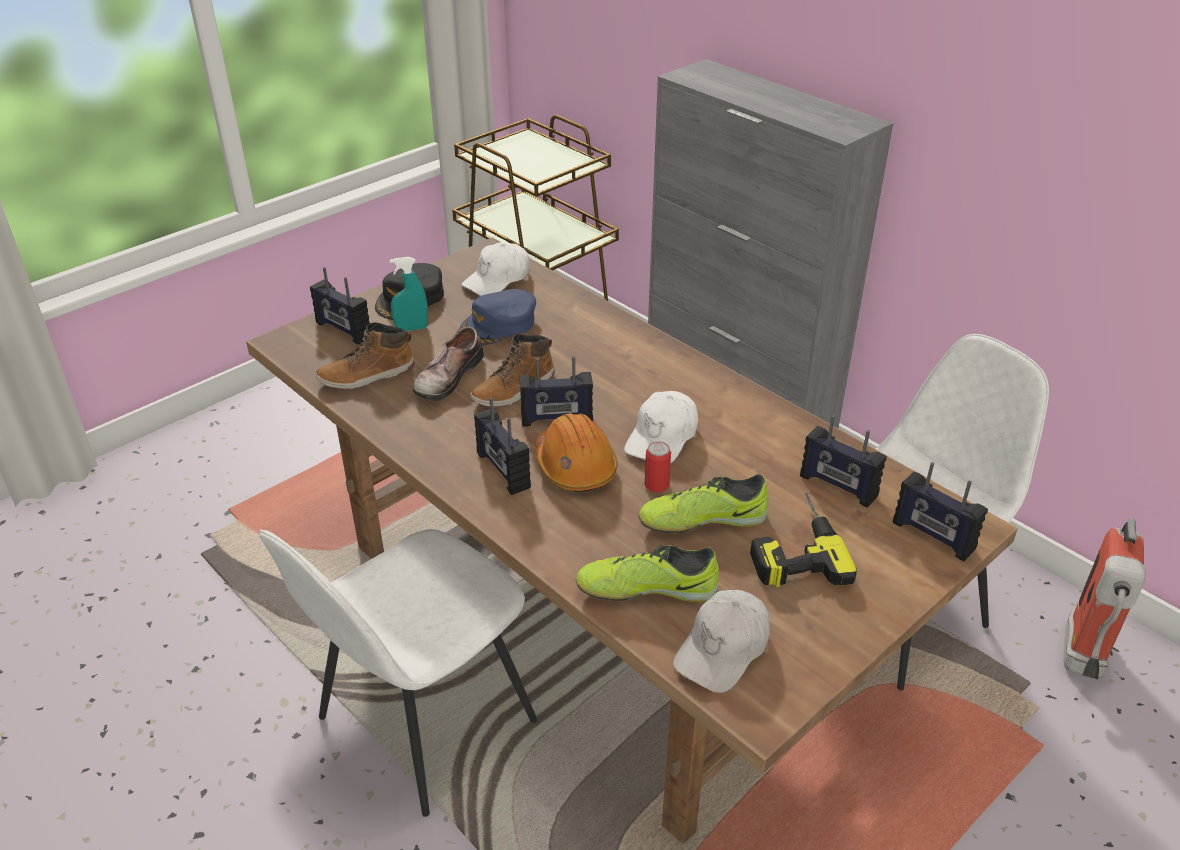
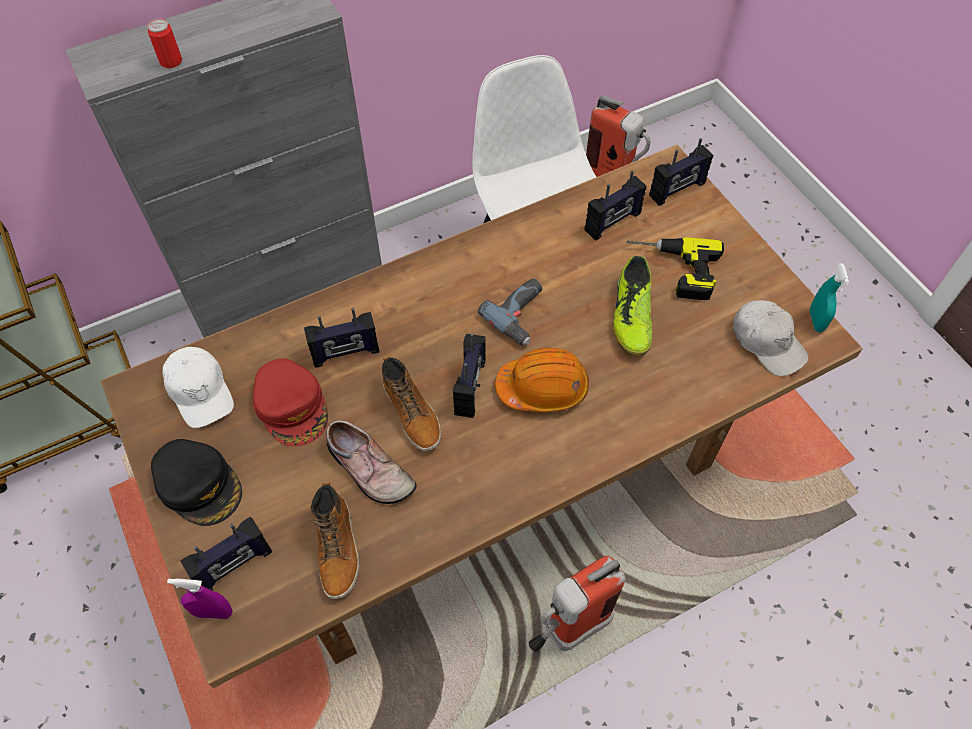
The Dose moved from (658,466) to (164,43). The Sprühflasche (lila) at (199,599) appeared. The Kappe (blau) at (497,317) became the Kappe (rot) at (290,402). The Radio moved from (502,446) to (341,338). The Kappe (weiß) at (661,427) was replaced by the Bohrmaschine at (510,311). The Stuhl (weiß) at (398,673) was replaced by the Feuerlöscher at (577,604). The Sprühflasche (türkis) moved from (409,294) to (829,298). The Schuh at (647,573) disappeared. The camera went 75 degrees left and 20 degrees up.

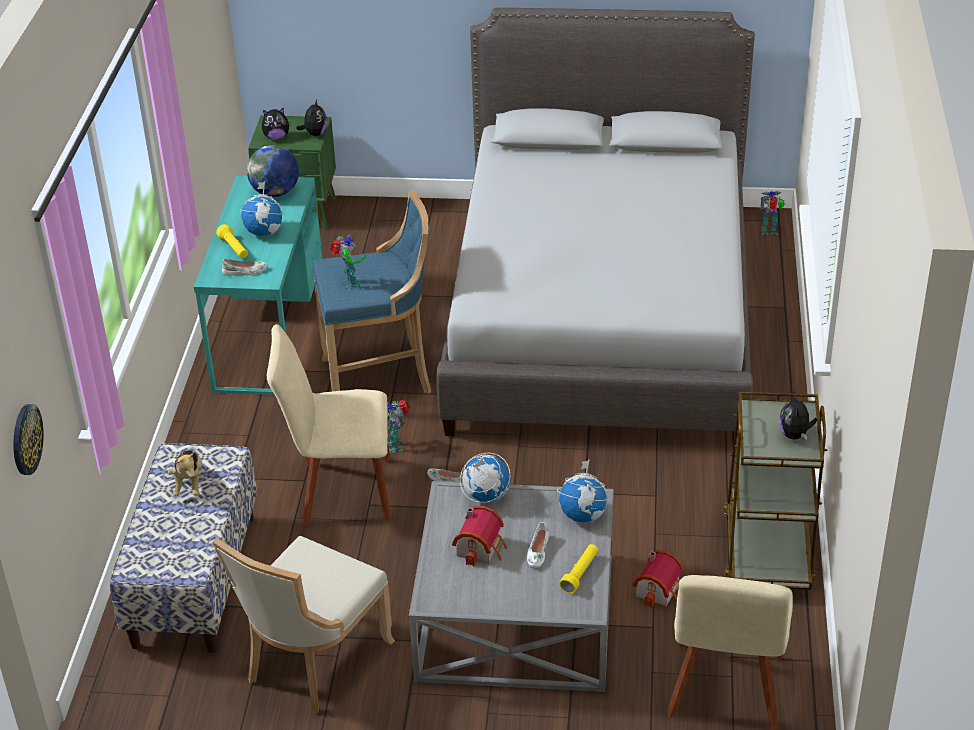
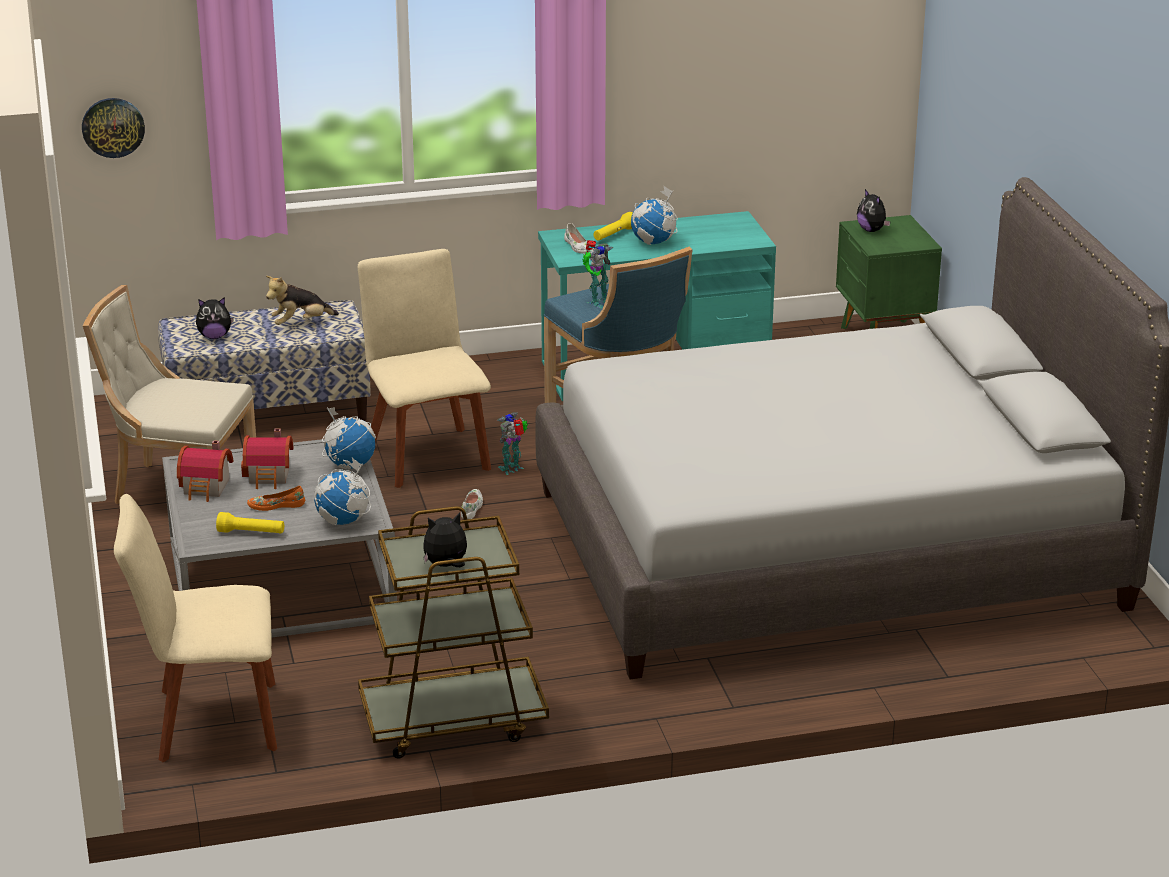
The Spielzeughaus moved from (658,579) to (205,471). The Plüschtier moved from (311,118) to (215,318). The Schuh (weiß) at (537,544) became the Schuh (orange) at (276,498). The Globus at (273,171) disappeared. The Spielzeugroboter at (772,213) disappeared. The camera went 70 degrees right and 10 degrees down.

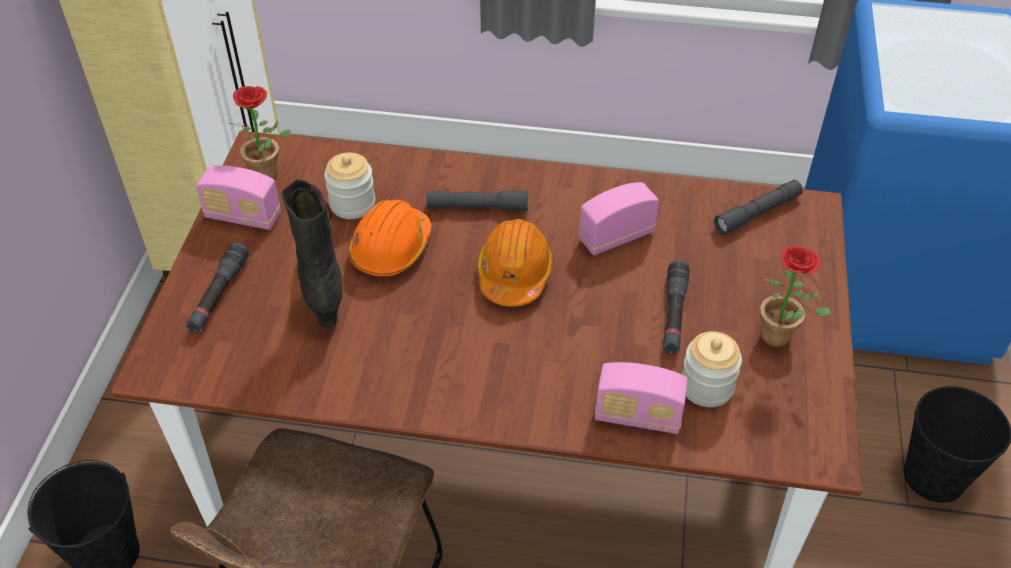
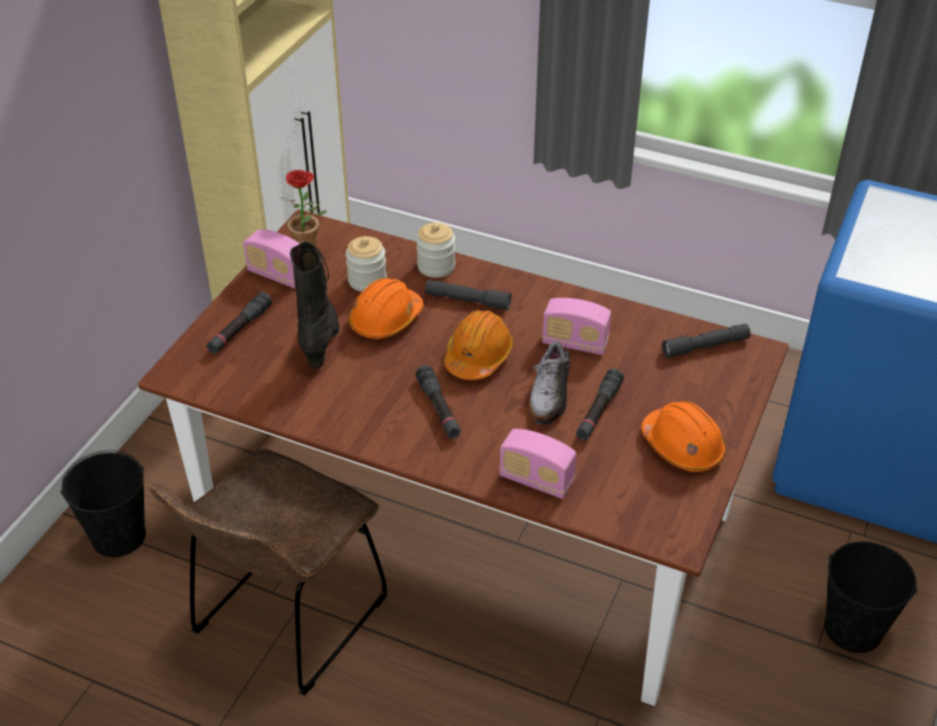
The Taschenlampe (schwarz) at (438,402) appeared. The Vorratsglas moved from (712,369) to (436,250). The Schuh at (550,382) appeared. The Radio at (619,218) turned 150 degrees counterclockwise. The Topfpflanze at (795,296) was replaced by the Schutzhelm (orange) at (683,436). The camera went 15 degrees right and 5 degrees down.

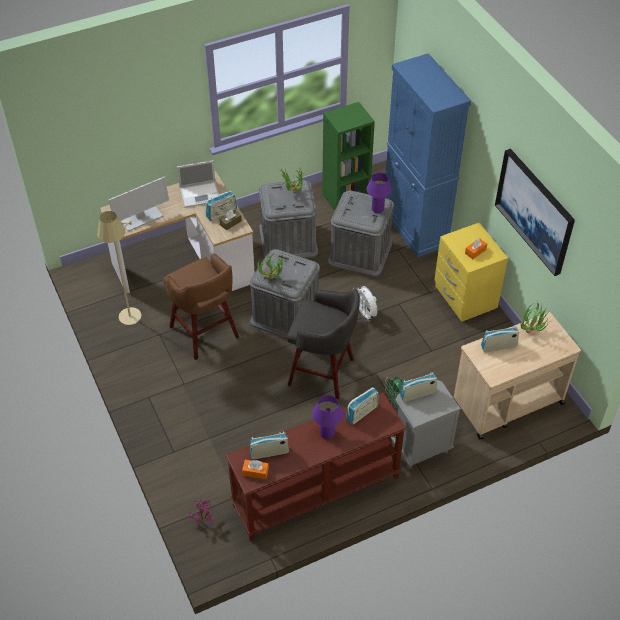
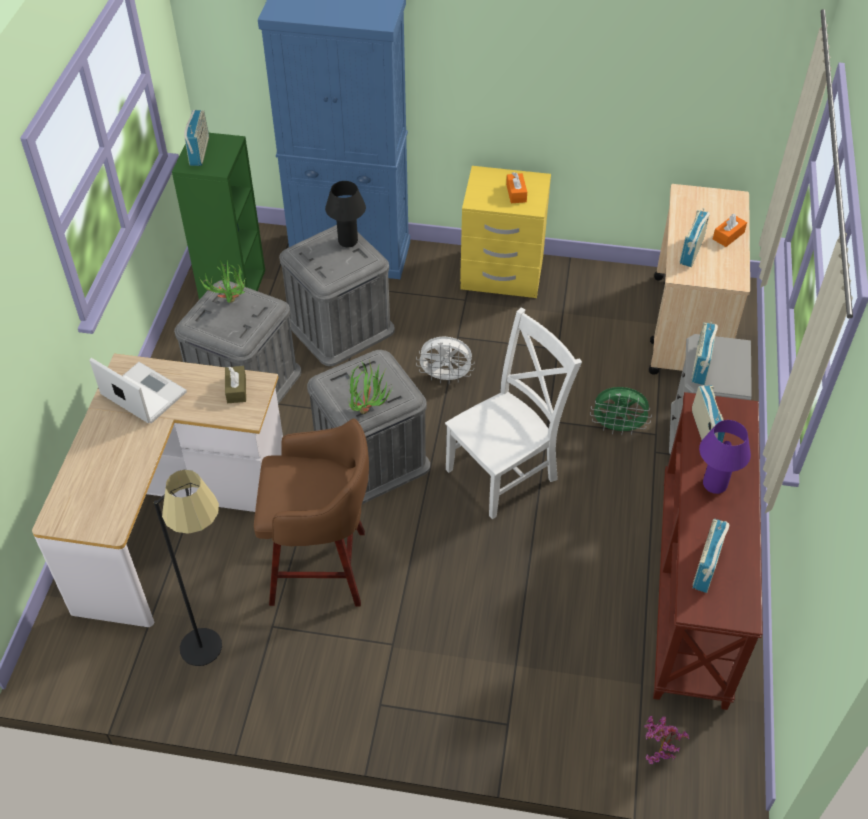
The Laptop at (198,184) turned 75 degrees counterclockwise. The Stehlampe (beige) at (119,268) became the Stehlampe (schwarz) at (188,568). The Radio moved from (221,206) to (196,138). The Tischlampe (lila) at (379,193) became the Tischlampe (schwarz) at (345,214). The Hocker (grau) at (323,344) was replaced by the Stuhl (weiß) at (513,413). The Taschentuchbox (orange) moved from (255,469) to (730,230). The Monitor at (138,204) disappeared. The Bild at (535,212) disappeared. The Topfpflanze at (536,317) disappeared. The camera went 55 degrees left and 0 degrees up.

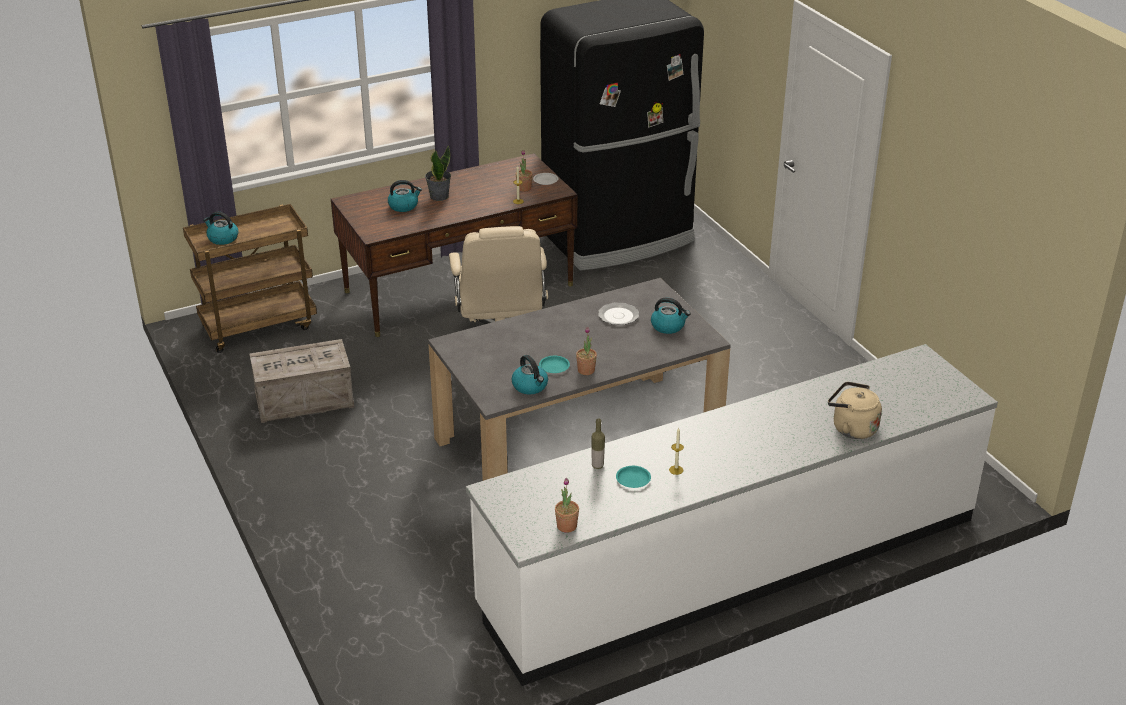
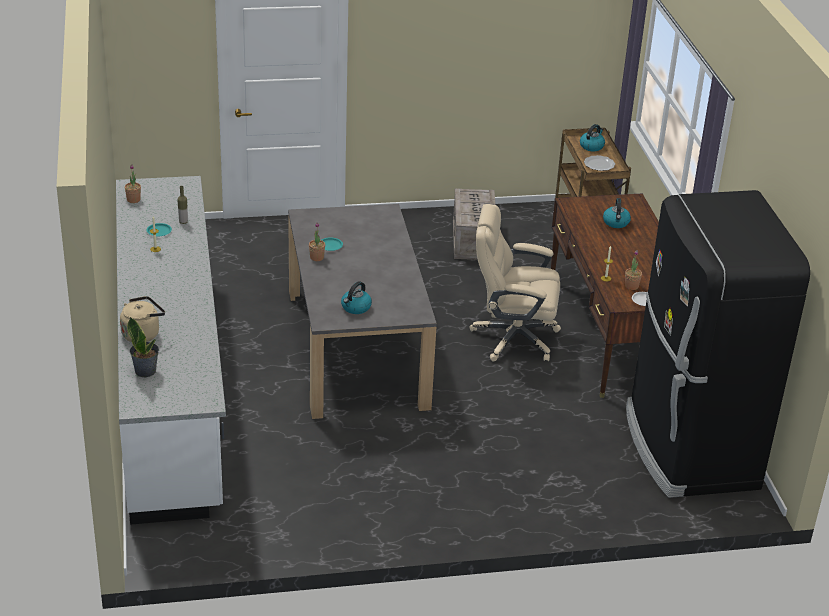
The Topfpflanze moved from (438,173) to (143,347). The Teller moved from (618,313) to (599,163). The Wasserkessel at (529,374) disappeared. The camera went 105 degrees right and 0 degrees up.

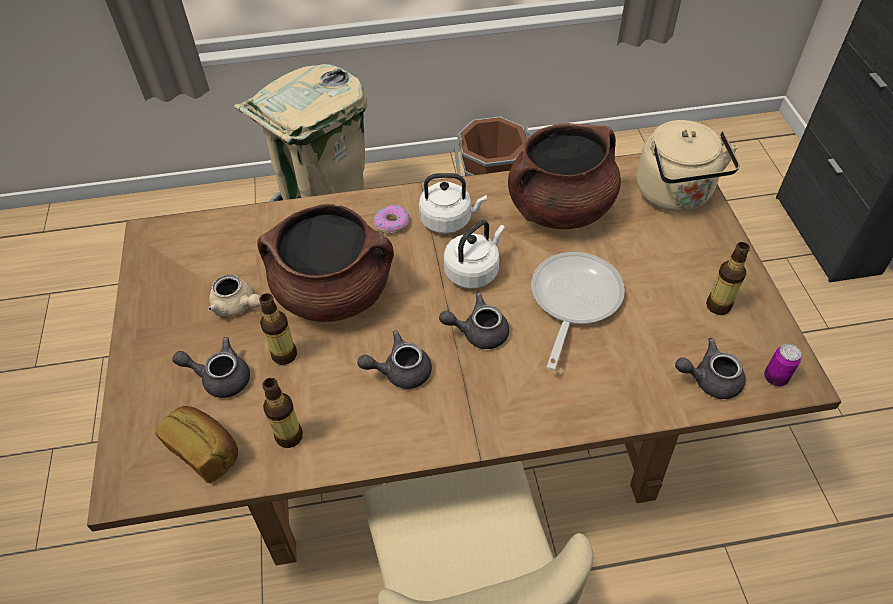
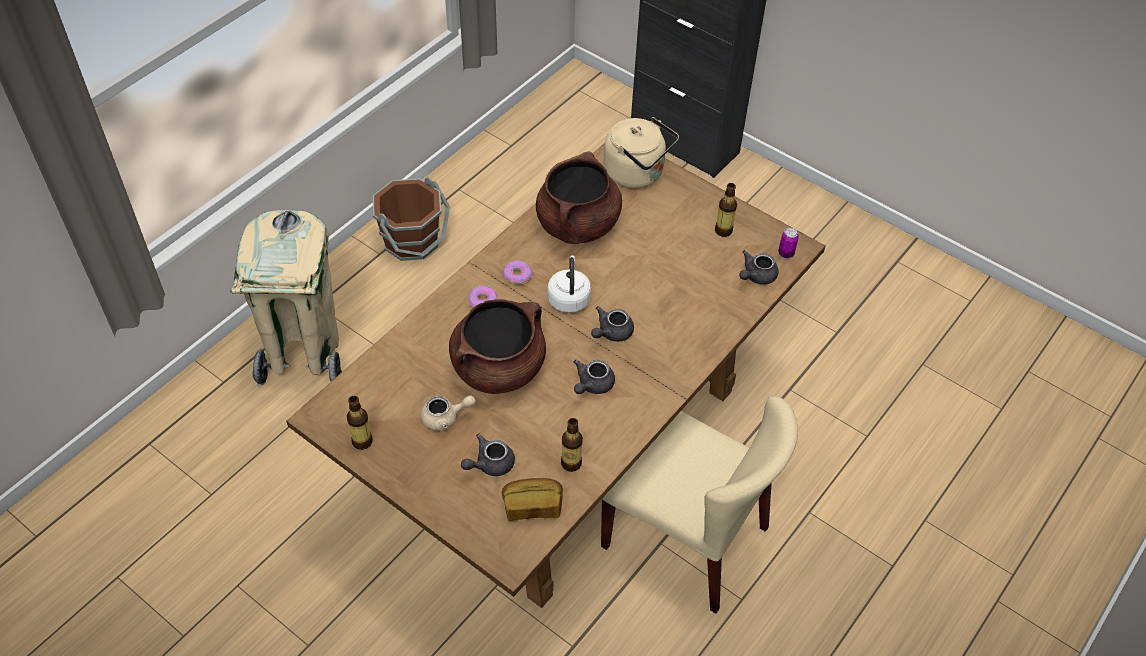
The Flasche moved from (278,329) to (360,423). The Wasserkessel (weiß) at (453,203) was replaced by the Donut at (517,272). The Pfanne at (578,311) disappeared. The camera went 45 degrees left and 0 degrees up.

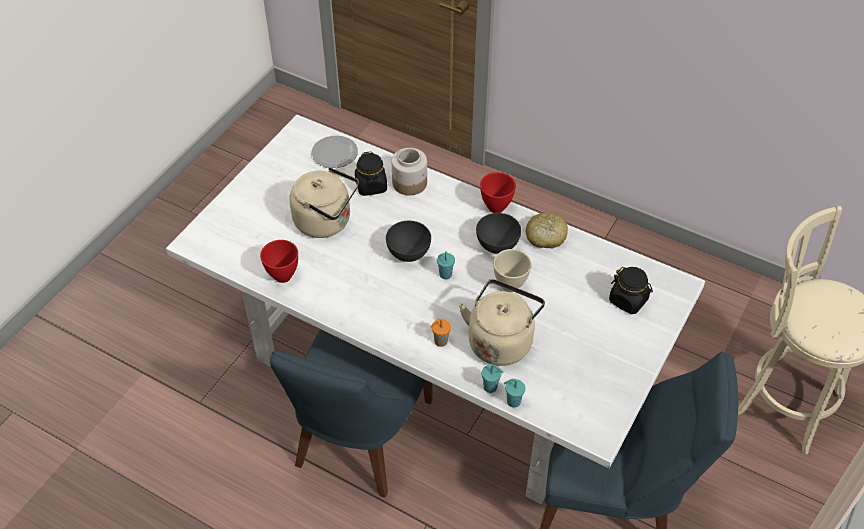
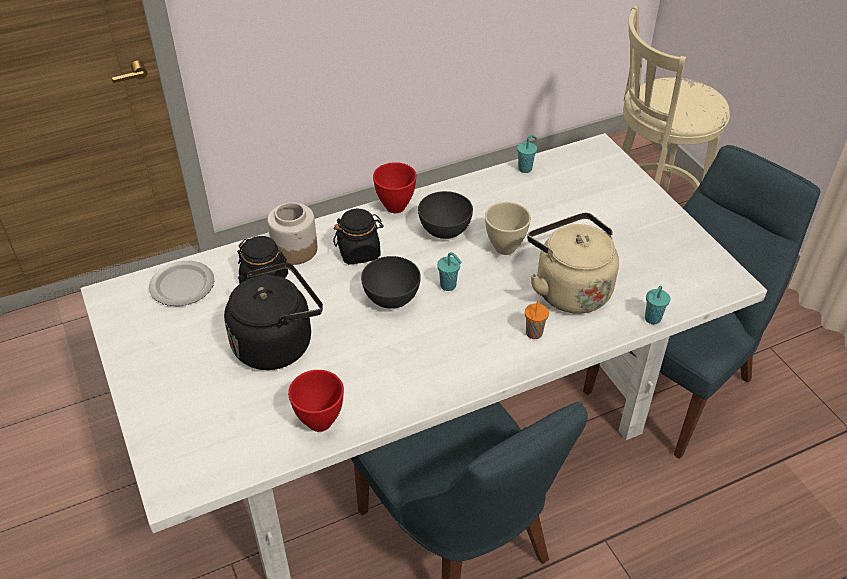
The Wasserkessel (beige) at (324,202) became the Wasserkessel (schwarz) at (273,316). The Vorratsglas (schwarz) moved from (631,290) to (358,237). The Tasse (türkis) moved from (492,379) to (527,154). The Brot at (547,230) disappeared. The camera went 55 degrees left and 5 degrees down.

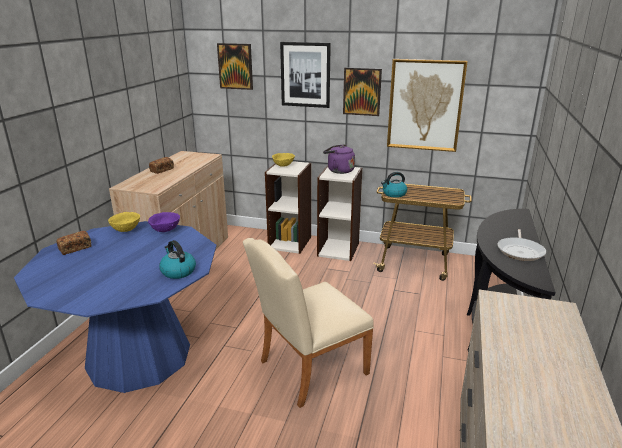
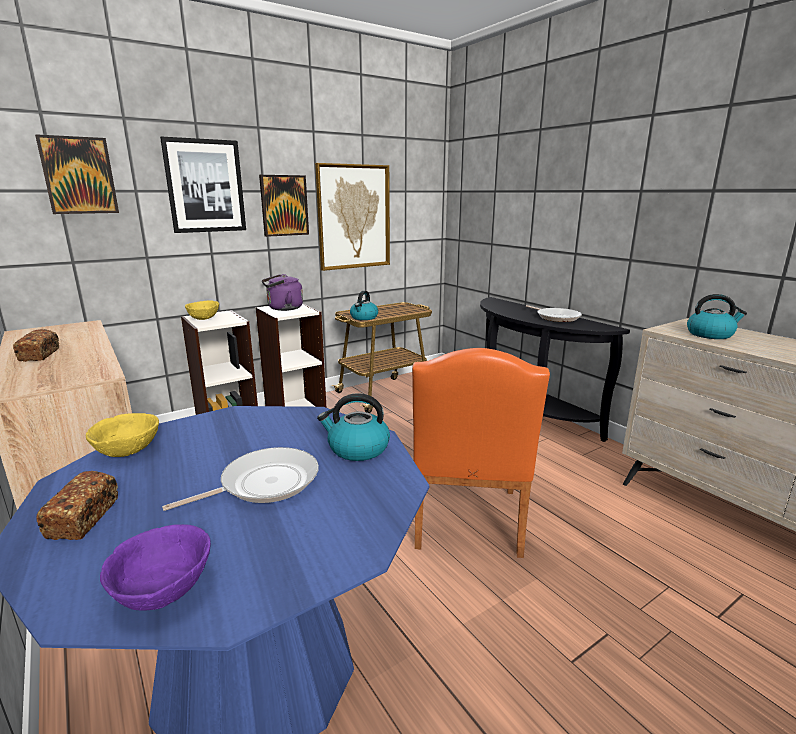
The Schüssel (lila) moved from (164,222) to (155,567). The Pfanne at (240,479) appeared. The Stuhl (beige) at (308,323) became the Stuhl (orange) at (481,453). The Wasserkessel at (717,316) appeared. The camera went 50 degrees left and 5 degrees down.

